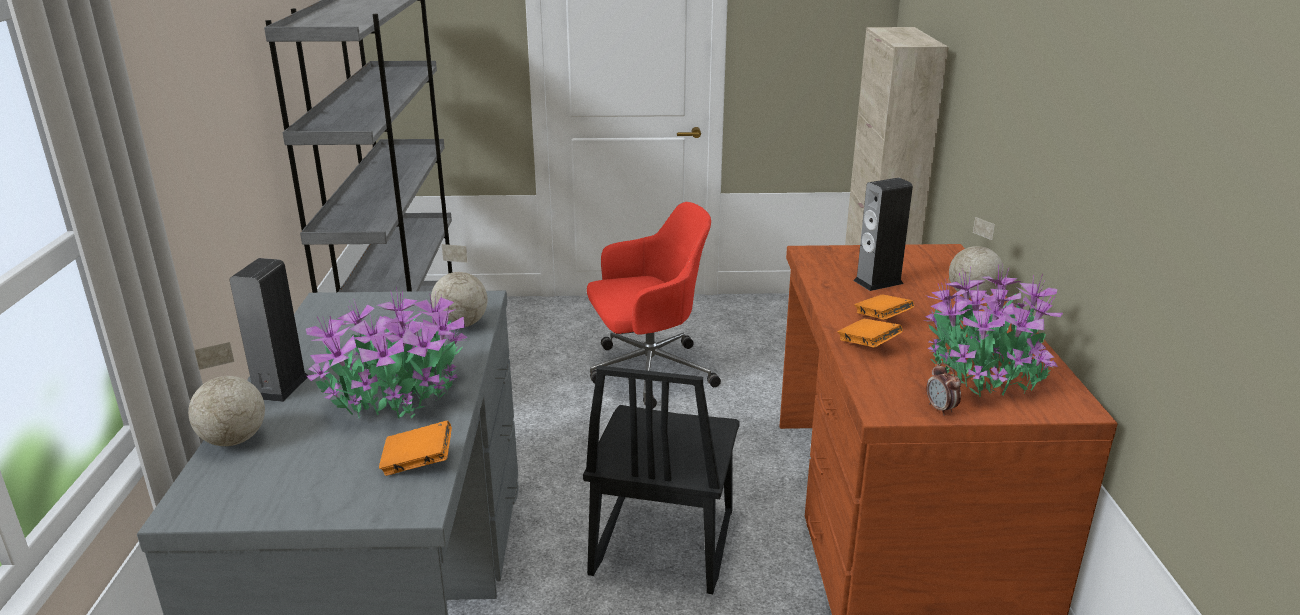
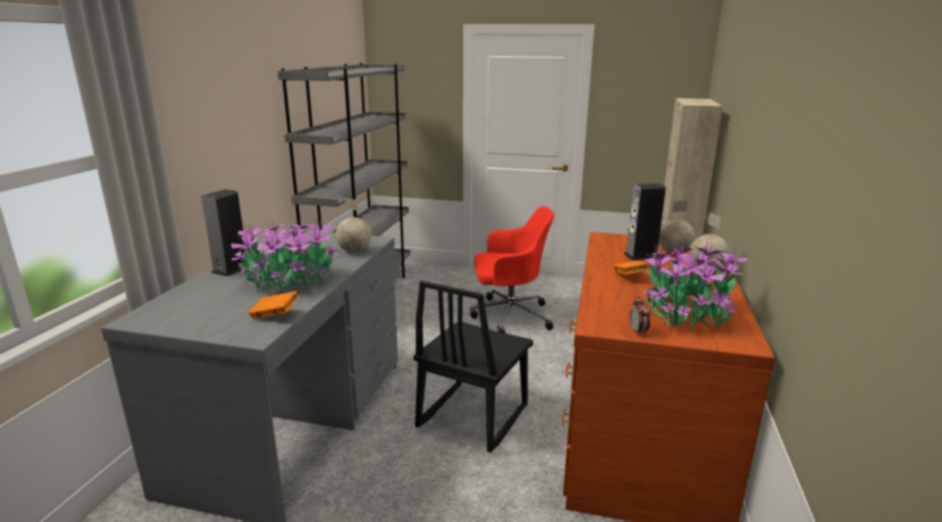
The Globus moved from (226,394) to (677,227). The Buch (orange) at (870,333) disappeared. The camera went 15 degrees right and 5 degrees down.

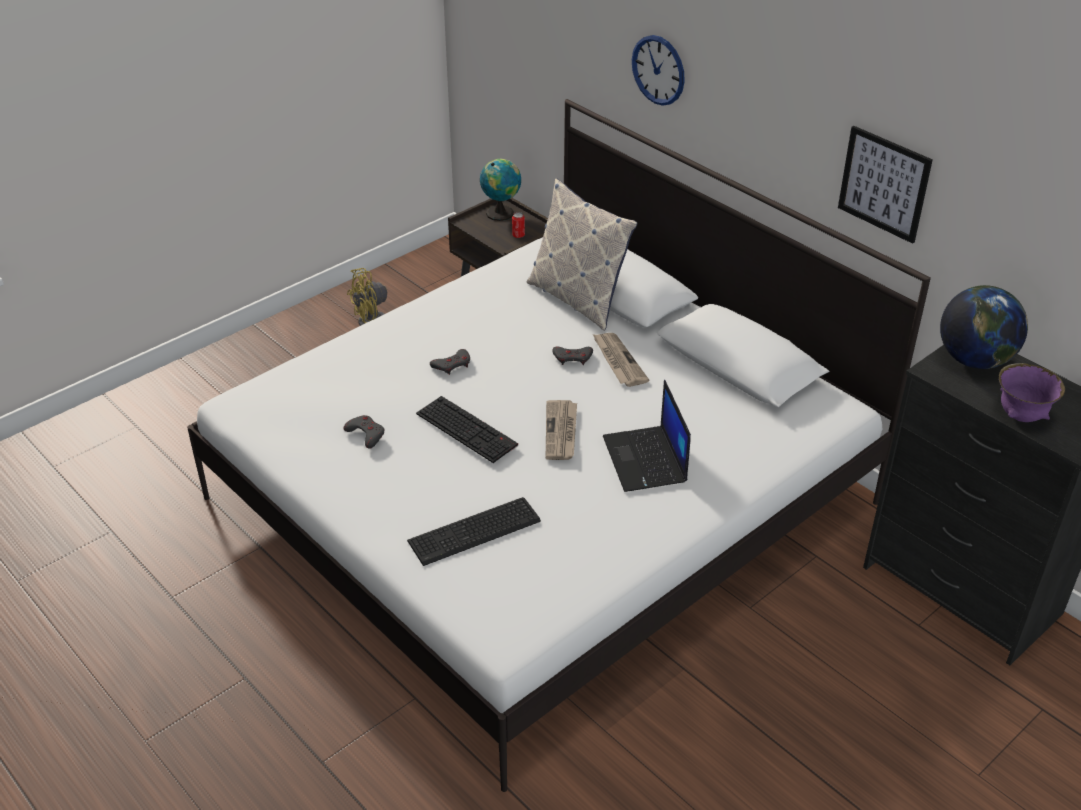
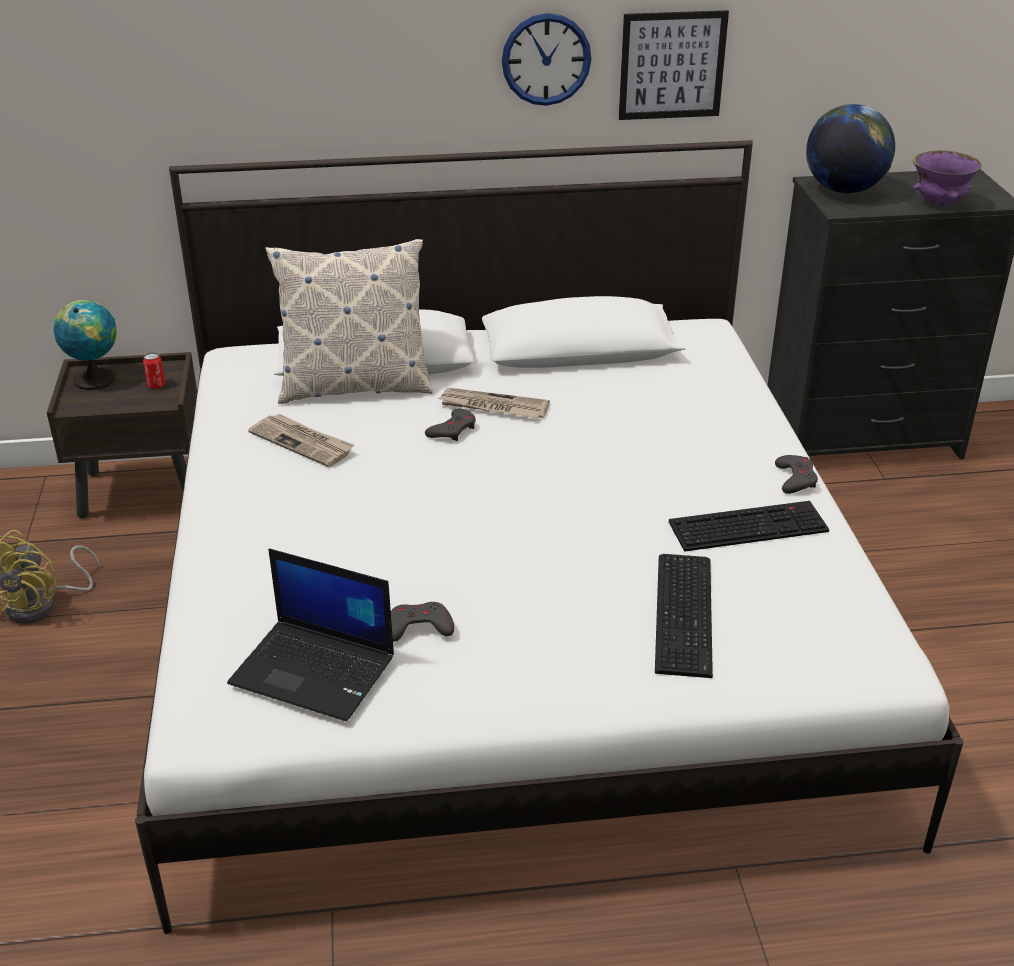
The Laptop moved from (647,436) to (310,635). The Zeitung moved from (561,430) to (301,440). The Wanduhr moved from (658,70) to (546,59). The Tastatur moved from (467,429) to (749,526). The Gamepad (grau) moved from (450,362) to (796,474). The camera went 55 degrees left and 5 degrees down.

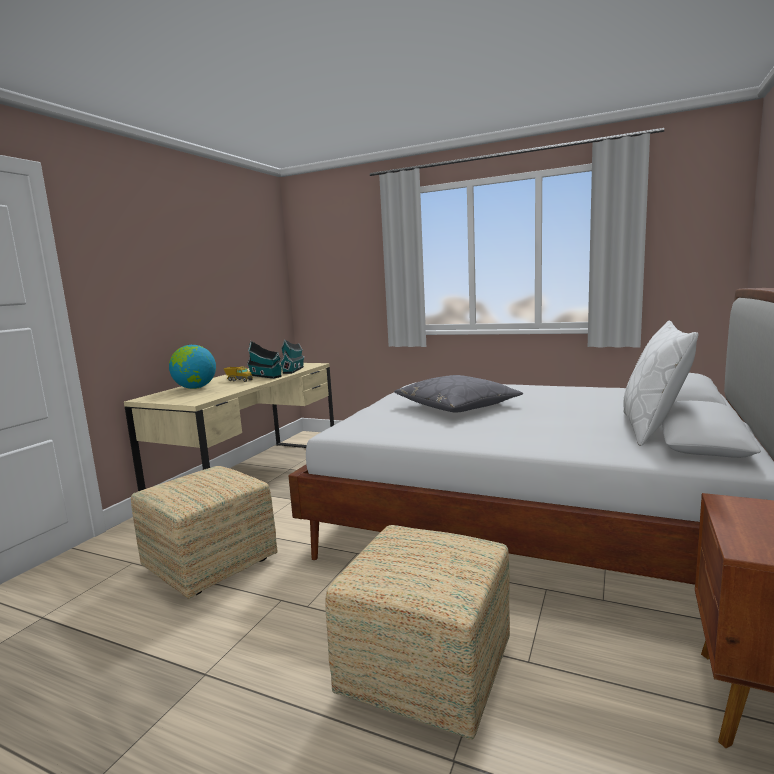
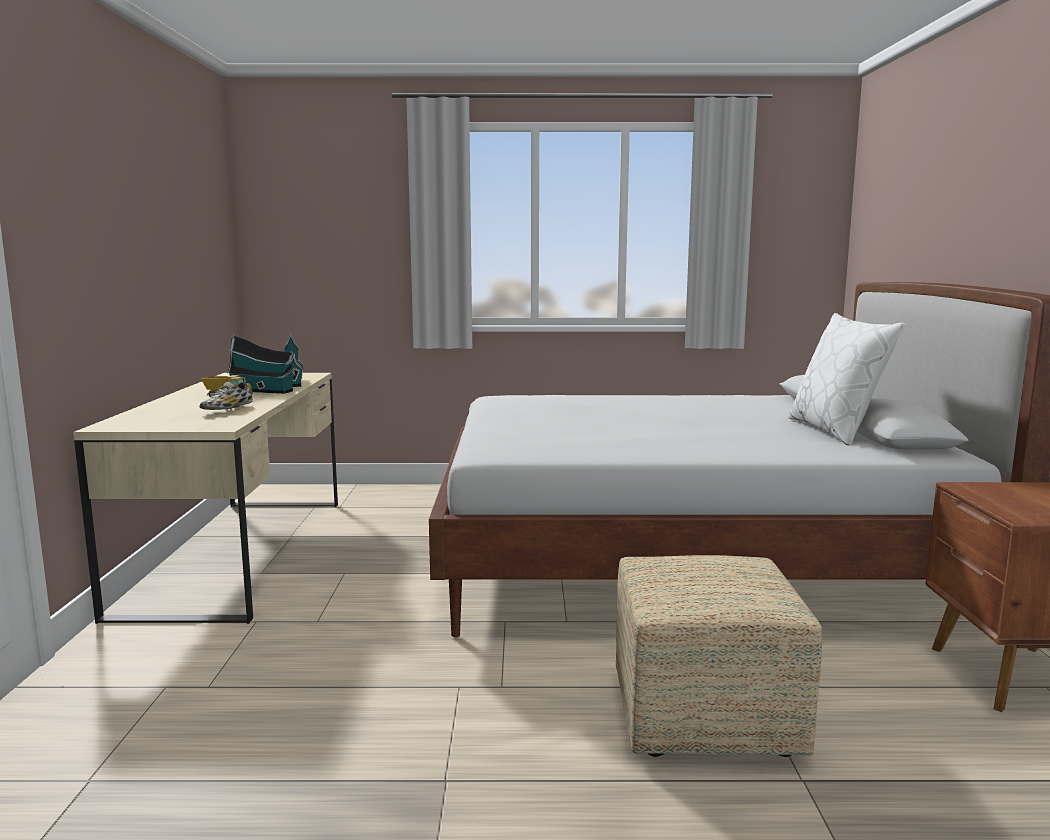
The Schuh at (226,396) appeared. The Polsterhocker at (204,532) disappeared. The Globus at (192,367) disappeared. The Kissen (grau) at (458,394) disappeared. The camera went 25 degrees left and 0 degrees up.

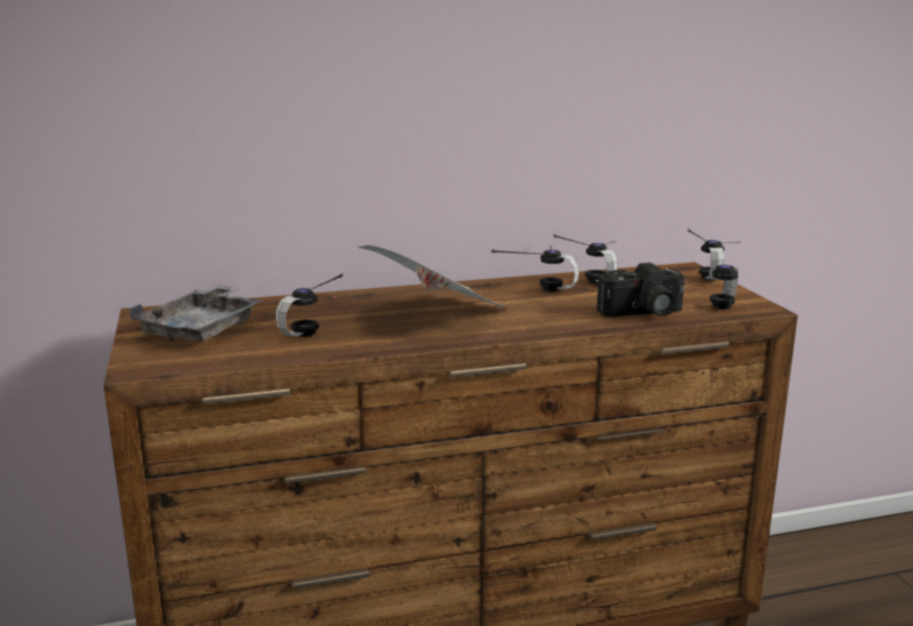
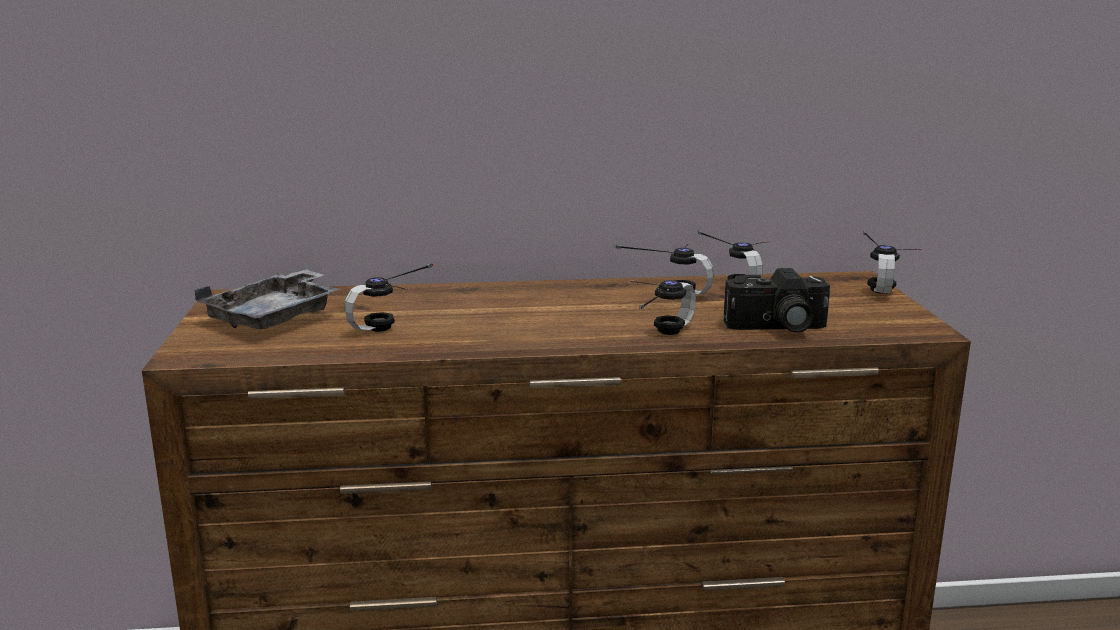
The Kopfhörer moved from (714,287) to (663,307). The Zeitung at (433,276) disappeared. The camera went 10 degrees right and 0 degrees up.

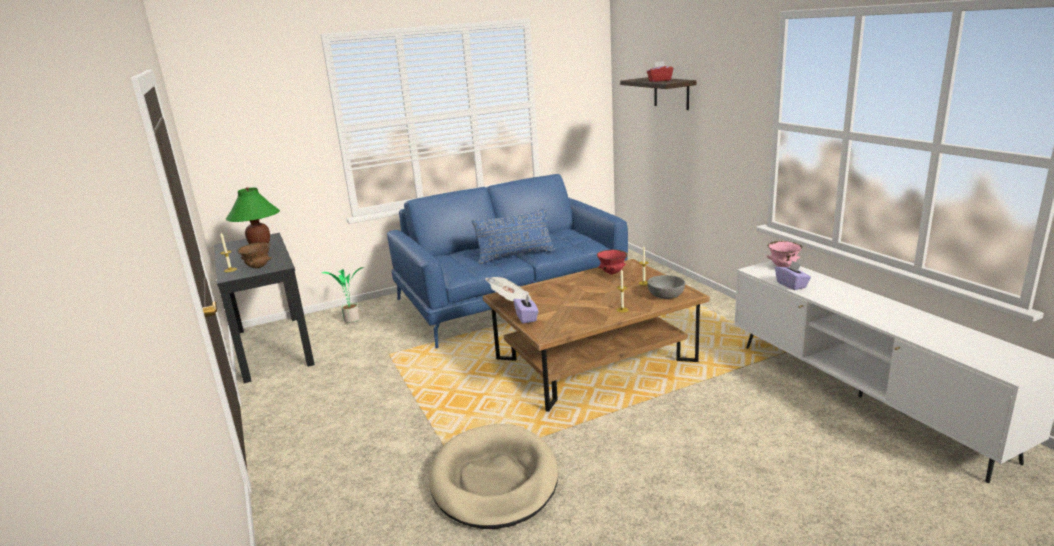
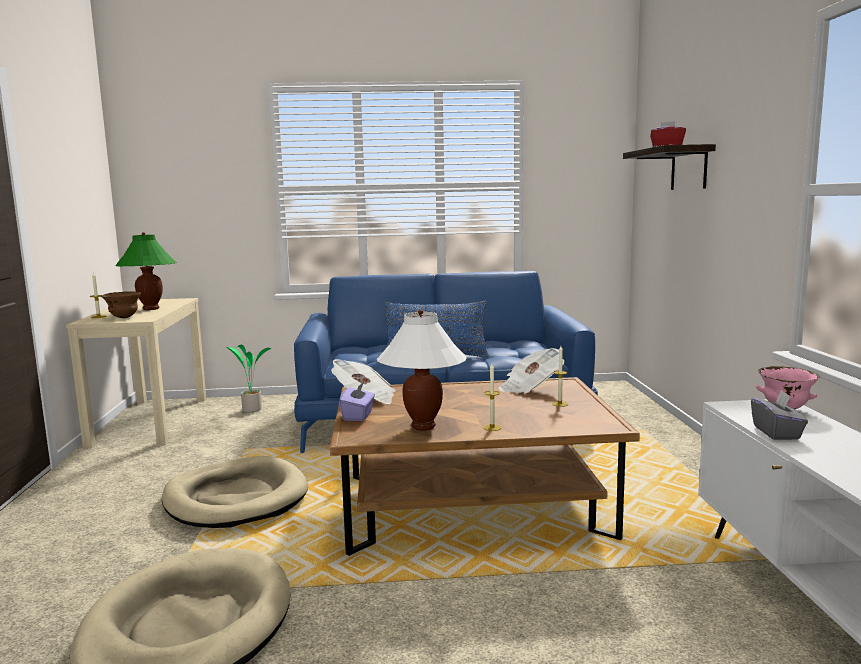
The Konsolentisch (schwarz) at (264,308) became the Konsolentisch (beige) at (136,373). The Hundebett (beige) at (235,492) appeared. The Tischlampe (weiß) at (422,370) appeared. The Schüssel (rot) at (612,262) was replaced by the Zeitung at (531,370). The Taschentuchbox (lila) at (793,275) became the Taschentuchbox (grau) at (779,415). The Schüssel (grau) at (666,287) disappeared. The camera went 20 degrees right and 10 degrees down.

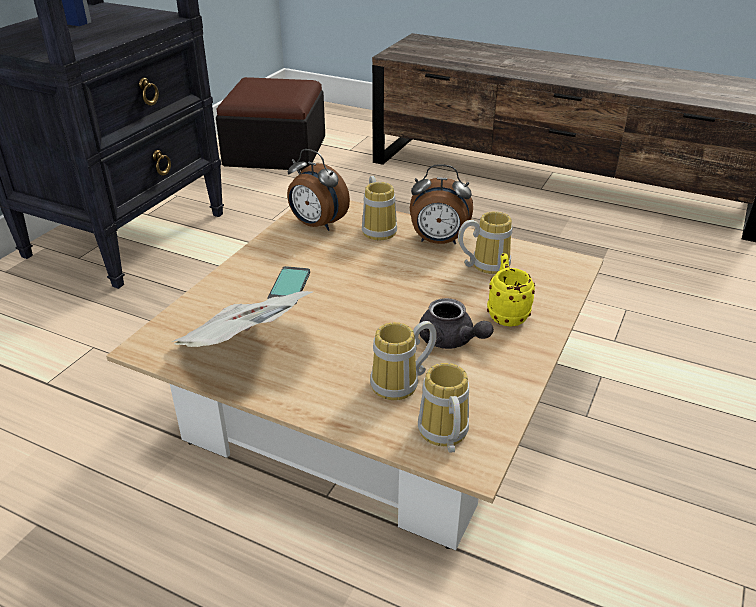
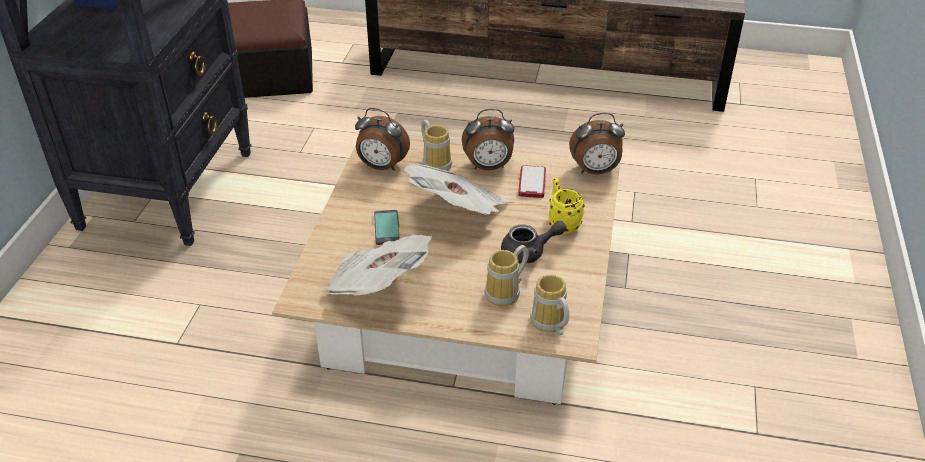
The Zeitung at (456,189) appeared. The Teekanne (grau) at (456,323) turned 45 degrees counterclockwise. The Henkelbecher at (485,242) was replaced by the Handy at (532,181). The Wecker at (597,143) appeared. The camera went 15 degrees left and 5 degrees up.

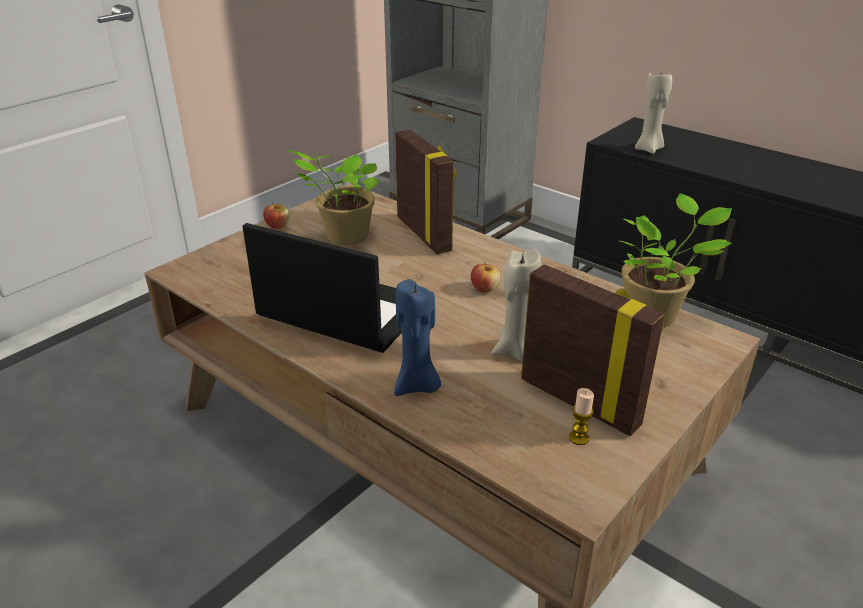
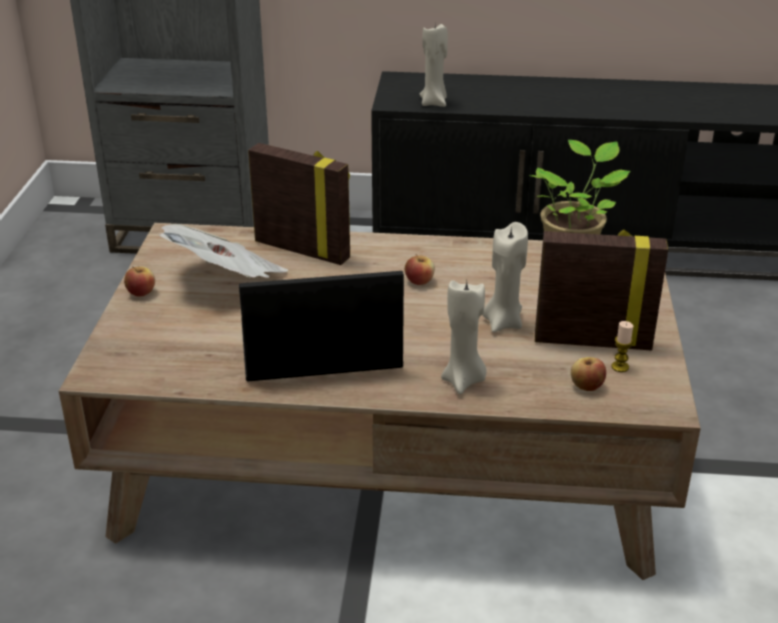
The Topfpflanze at (333,197) was replaced by the Zeitung at (223,251). The Kerze (blau) at (417,337) became the Kerze (beige) at (464,337). The Apfel at (588,374) appeared. The camera went 35 degrees left and 0 degrees up.

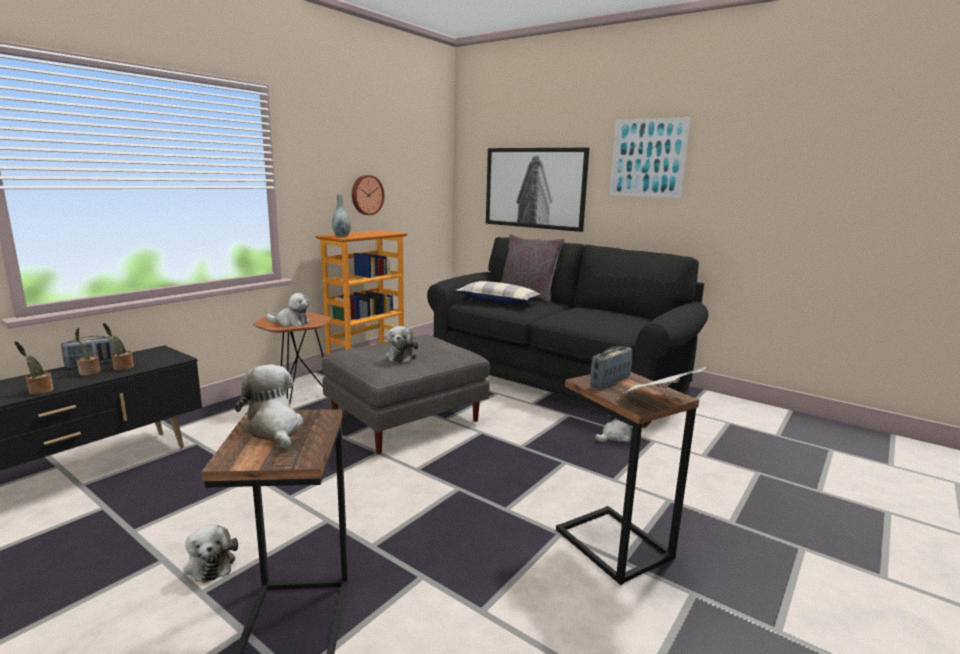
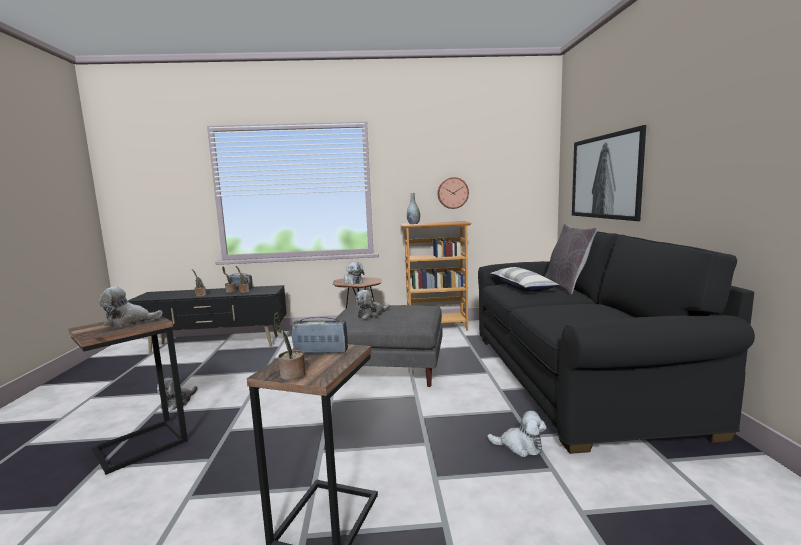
The Plüschtier at (269,406) turned 120 degrees counterclockwise. The Zeitung at (661,381) was replaced by the Topfpflanze at (289,346). The Bild at (650,157) disappeared. The camera went 50 degrees right and 5 degrees down.

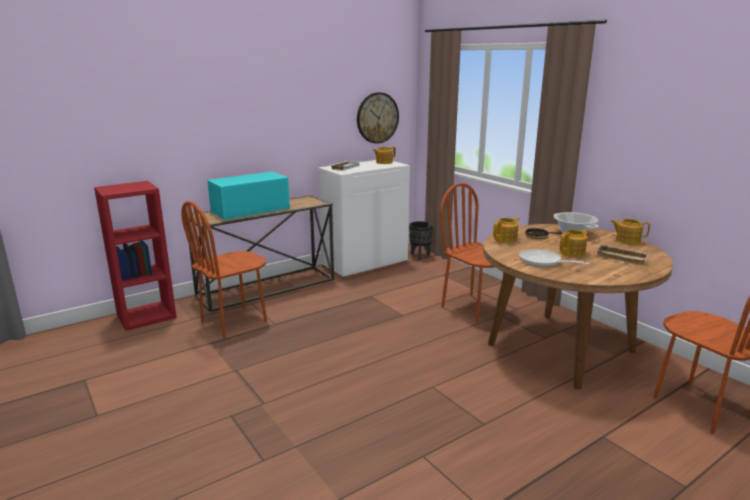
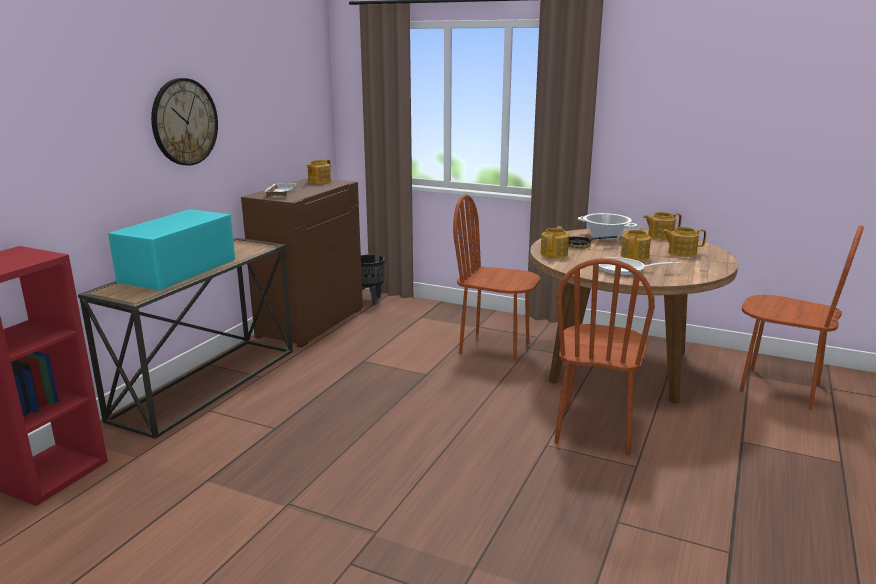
The Wanduhr moved from (378,118) to (184,122). The Schrank (weiß) at (364,219) became the Schrank (braun) at (302,263). The Stuhl (braun) moved from (224,269) to (604,356). The Tablett (beige) at (622,254) was replaced by the Teekanne at (684,242). The camera went 30 degrees left and 0 degrees up.

